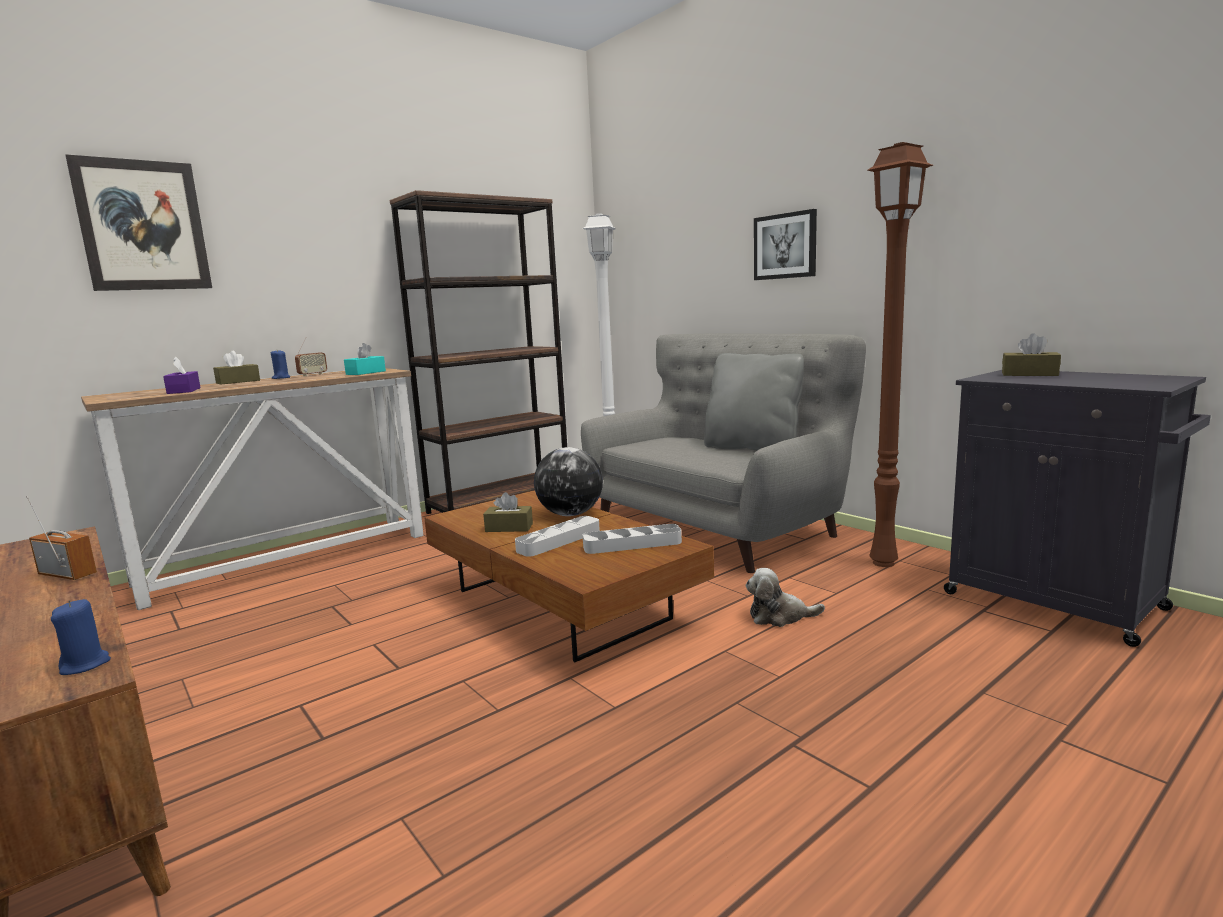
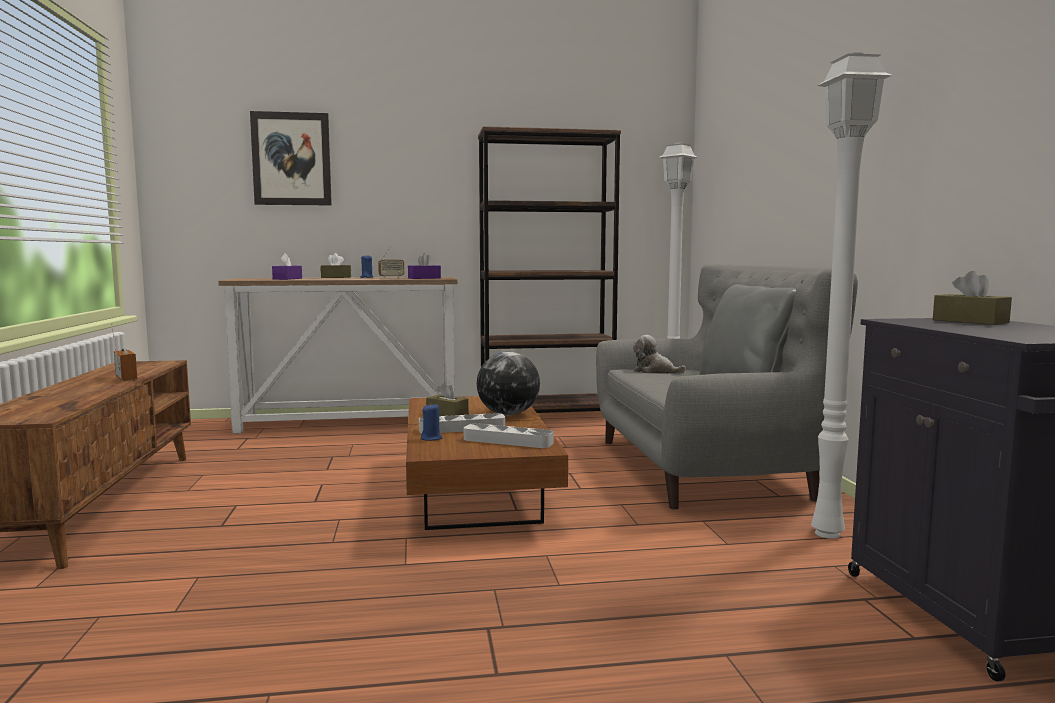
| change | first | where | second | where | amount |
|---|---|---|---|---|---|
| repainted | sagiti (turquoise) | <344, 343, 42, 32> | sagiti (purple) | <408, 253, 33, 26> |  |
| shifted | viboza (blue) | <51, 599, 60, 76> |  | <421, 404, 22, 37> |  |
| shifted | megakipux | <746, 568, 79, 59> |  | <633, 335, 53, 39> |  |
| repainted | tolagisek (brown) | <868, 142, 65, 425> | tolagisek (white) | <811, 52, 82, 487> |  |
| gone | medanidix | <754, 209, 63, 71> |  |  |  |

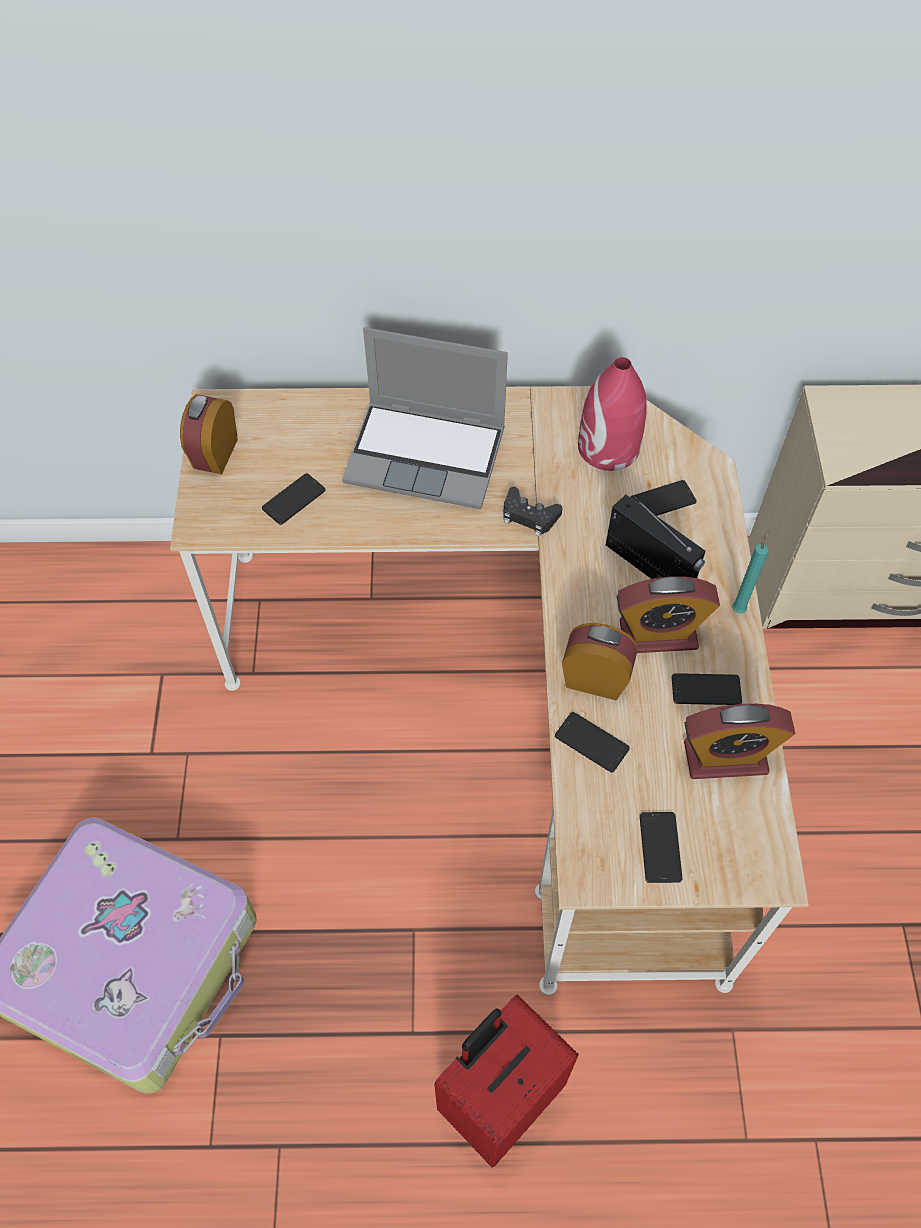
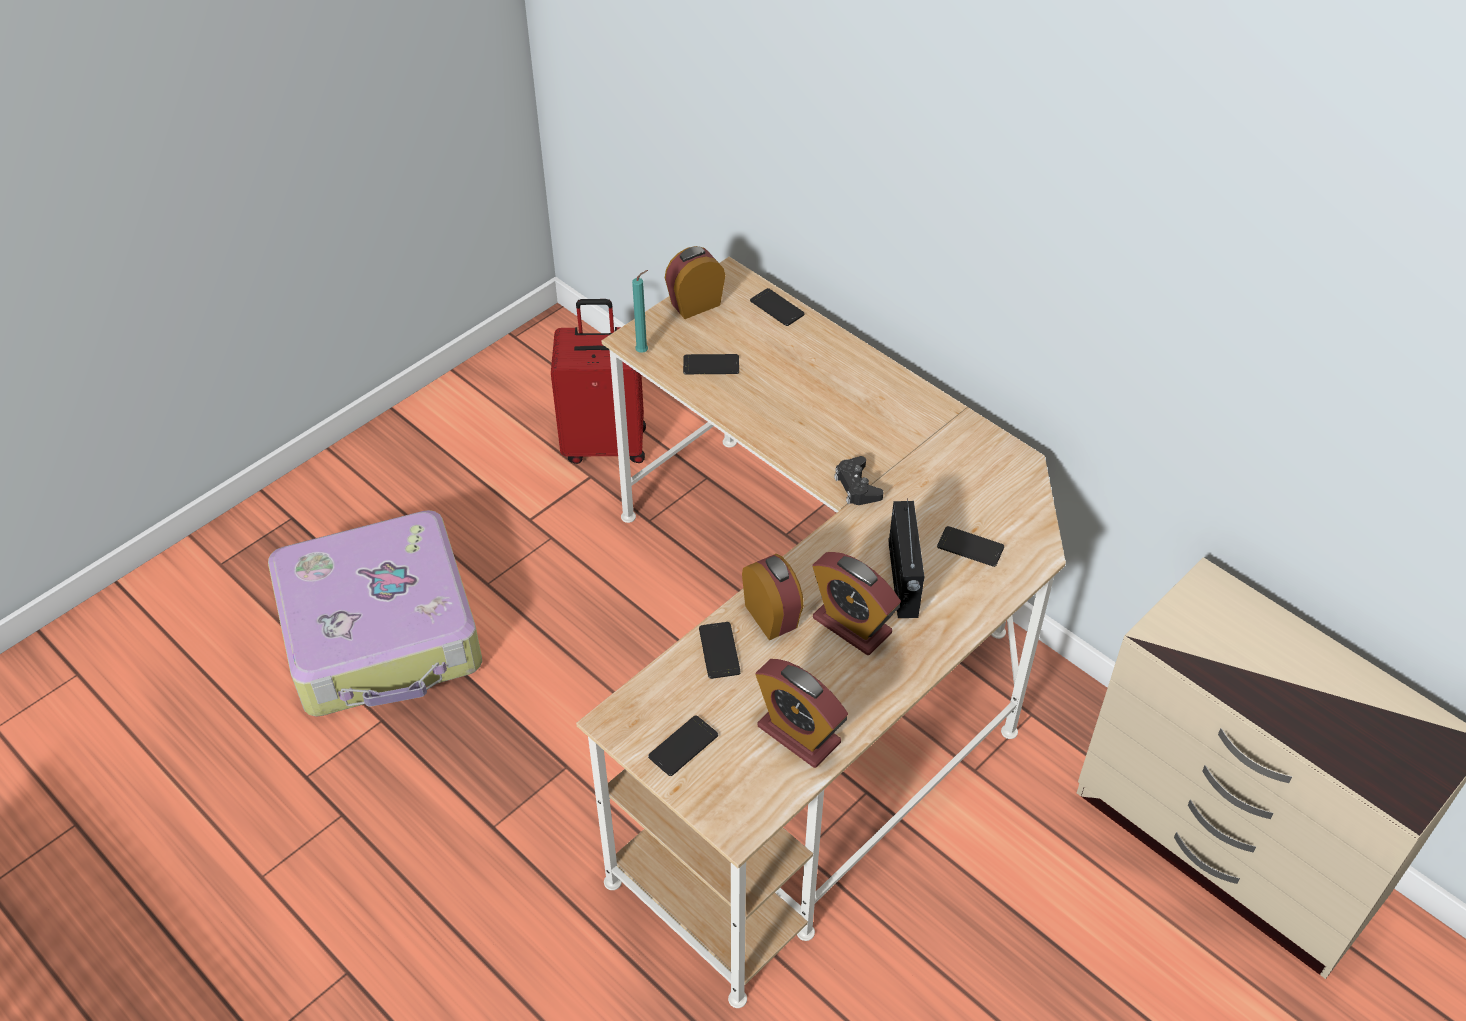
| change | first | where | second | where | amount |
|---|---|---|---|---|---|
| shifted | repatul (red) | <434, 994, 145, 174> |  | <551, 299, 95, 165> |  |
| shifted | viboza (turquoise) | <732, 531, 37, 83> |  | <632, 270, 16, 83> |  |
| shifted | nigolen | <672, 673, 70, 32> |  | <750, 288, 55, 38> |  |
| gone | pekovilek | <342, 327, 166, 182> |  |  |  |
| gone | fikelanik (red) | <578, 357, 69, 114> |  |  |  |

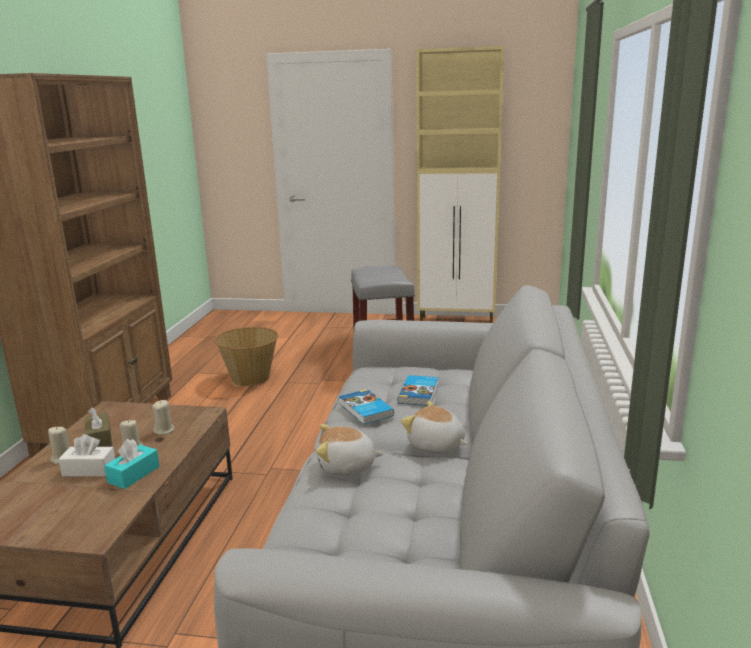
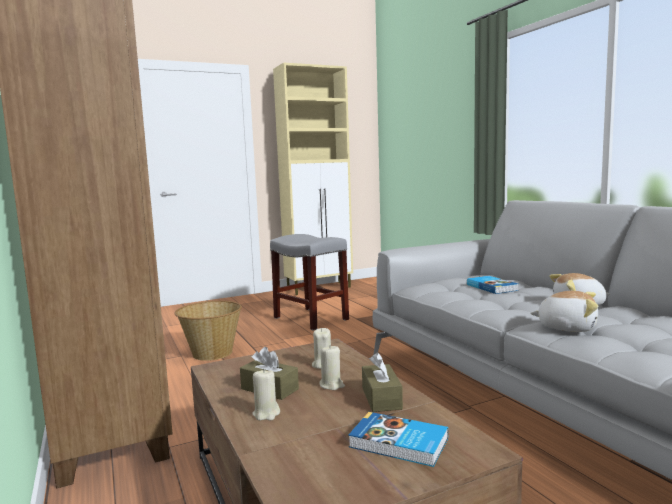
| change | first | where | second | where | amount |
|---|---|---|---|---|---|
| shifted | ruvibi | <339, 389, 55, 36> |  | <348, 412, 100, 55> |  |
| repainted | sagiti (turquoise) | <104, 439, 56, 50> | sagiti (brown) | <362, 352, 41, 60> |  |
| rotated | megakipux | <316, 424, 67, 51> |  | <530, 291, 69, 41> | 120 degrees counterclockwise |
| gone | sagiti (white) | <59, 435, 56, 41> |  |  |  |

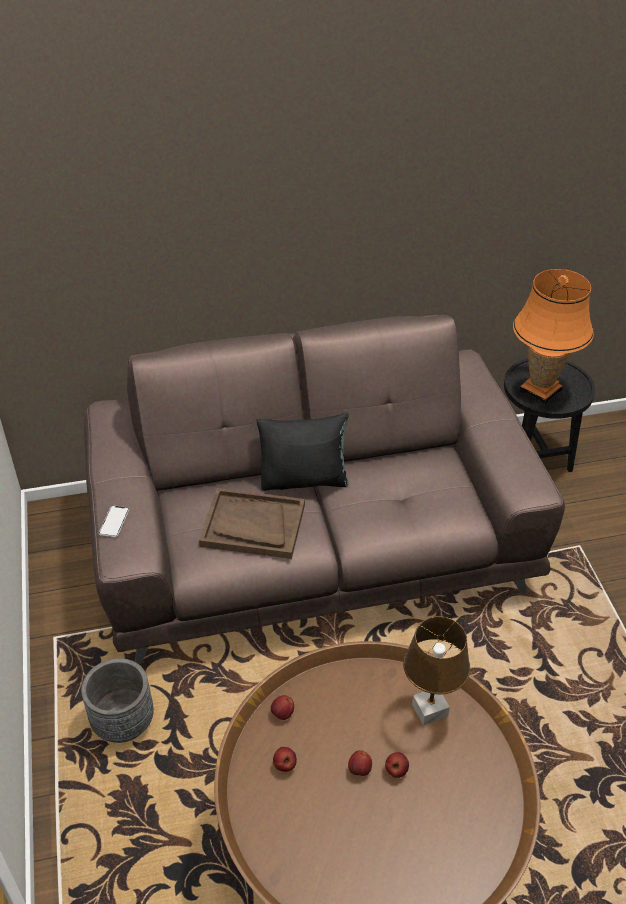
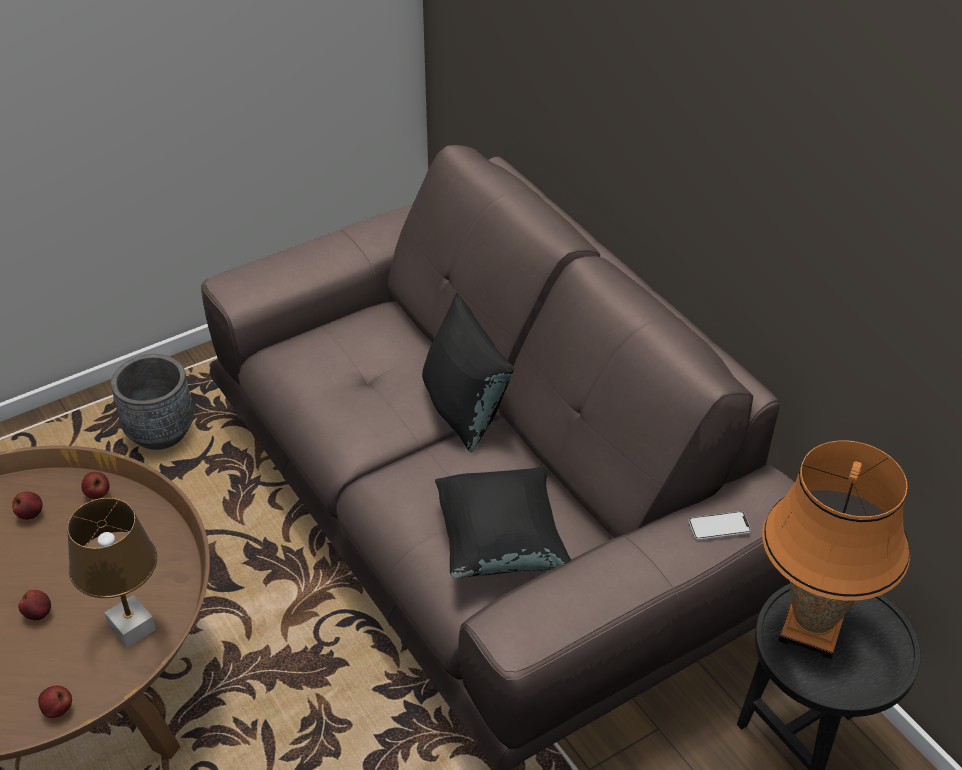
| change | first | where | second | where | amount |
|---|---|---|---|---|---|
| shifted | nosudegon | <348, 750, 24, 26> |  | <38, 686, 34, 32> |  |
| new |  |  | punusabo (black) | <435, 467, 136, 111> |  |
| shifted | nigolen | <99, 505, 30, 32> |  | <688, 511, 63, 29> |  |
| gone | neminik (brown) | <199, 488, 106, 71> |  |  |  |

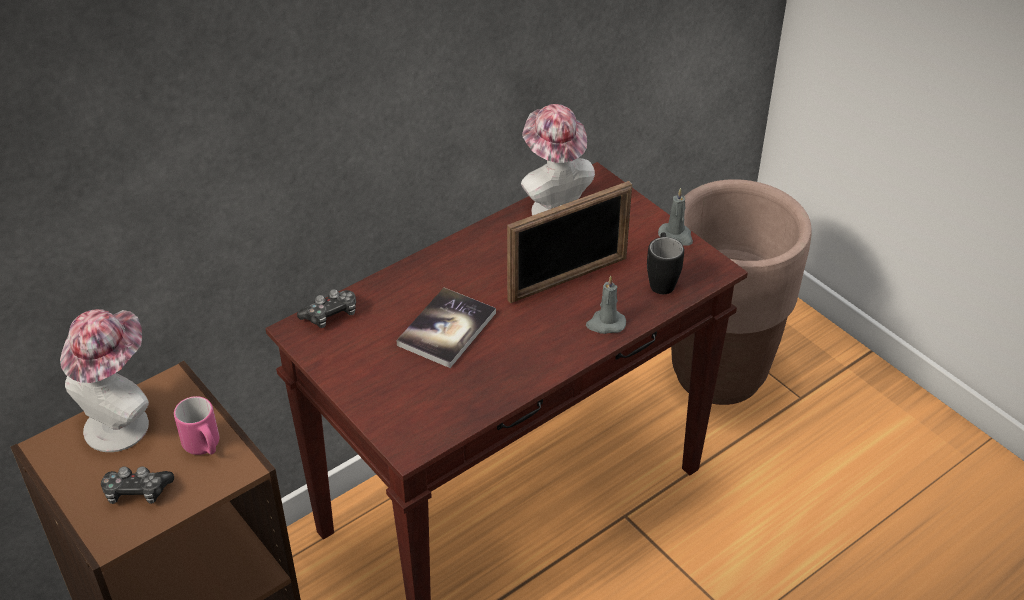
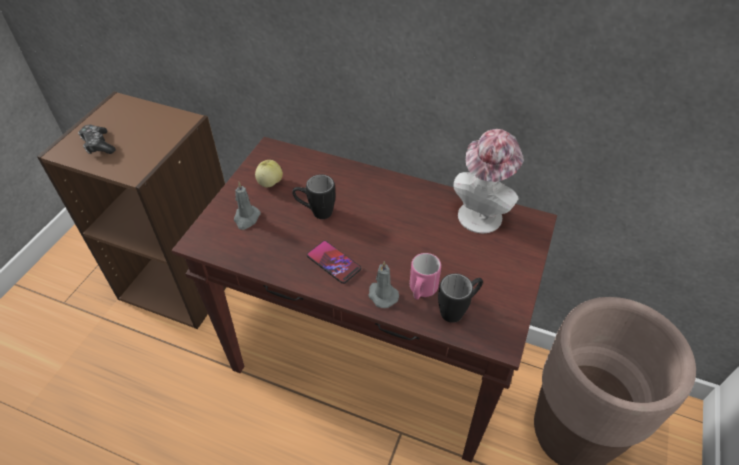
| change | first | where | second | where | amount |
|---|---|---|---|---|---|
| shifted | viboza (grey) | <658, 188, 35, 58> |  | <234, 182, 27, 48> |  |
| new |  |  | nosudegon | <255, 160, 28, 27> |  |
| swapped | ruvibi | <396, 288, 100, 80> | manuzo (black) | <292, 175, 43, 44> |  |
| new |  |  | nigolen | <307, 241, 54, 43> |  |
| shifted | manuzo (pink) | <174, 396, 45, 59> |  | <410, 253, 31, 46> |  |
| gone | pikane | <60, 309, 89, 143> |  |  |  |
| gone | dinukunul | <297, 289, 59, 39> |  |  |  |
| gone | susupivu | <507, 181, 125, 122> |  |  |  |

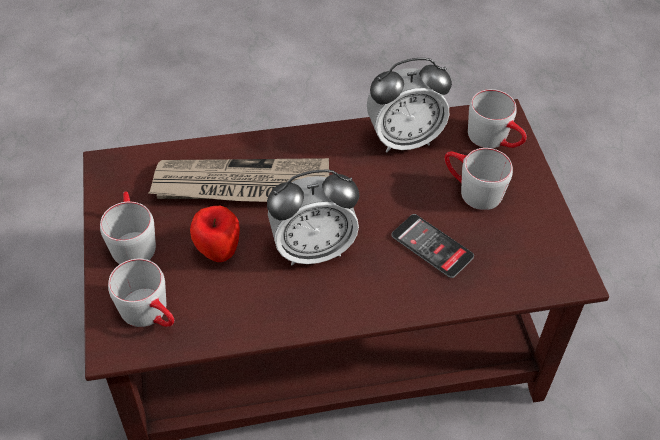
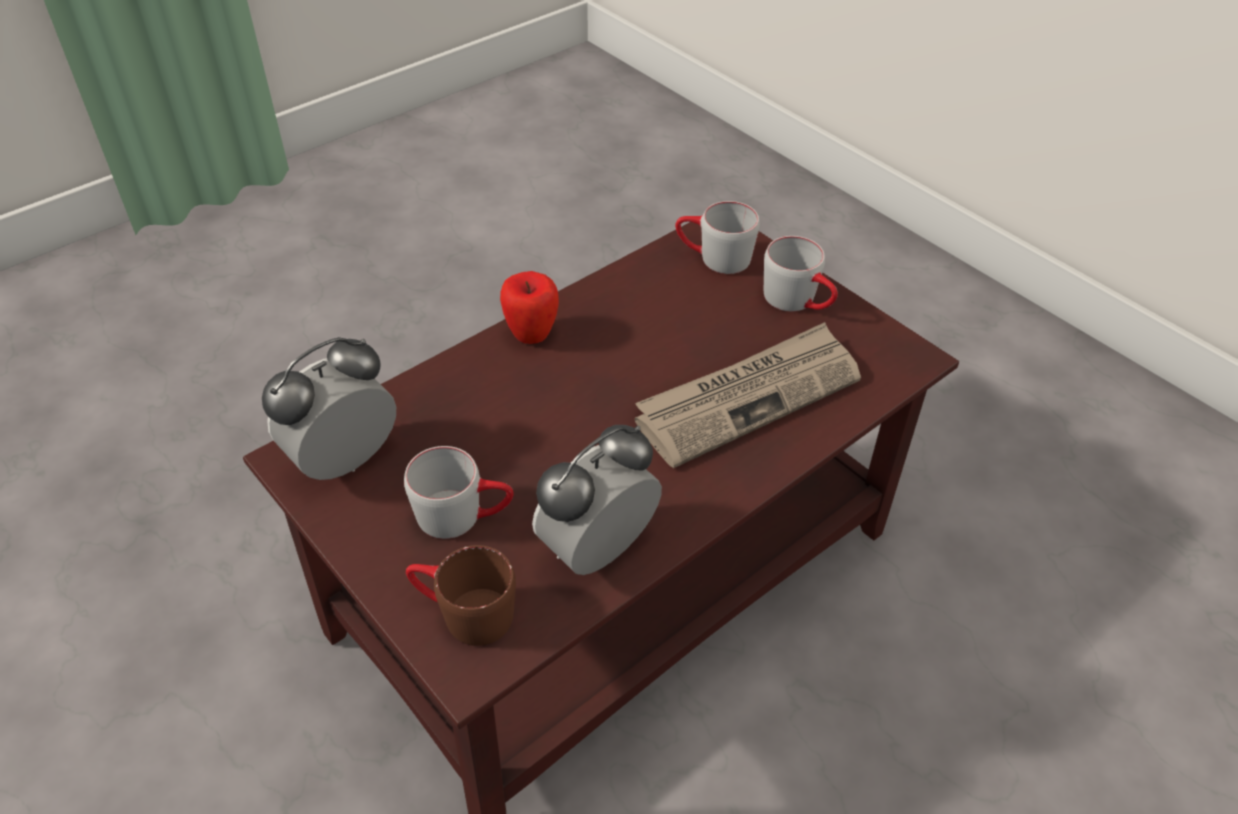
| change | first | where | second | where | amount |
|---|---|---|---|---|---|
| shifted | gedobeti | <267, 170, 92, 96> |  | <262, 337, 134, 143> |  |
| repainted | manuzo (grey) | <468, 89, 59, 59> | manuzo (brown) | <406, 545, 110, 101> |  |
| shifted | nosudegon | <190, 206, 50, 56> |  | <500, 271, 59, 73> |  |
| gone | nigolen | <391, 214, 83, 64> |  |  |  |

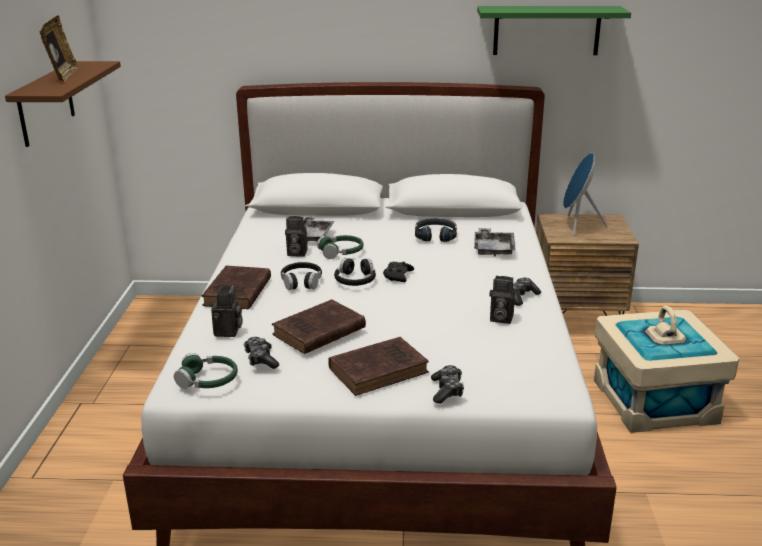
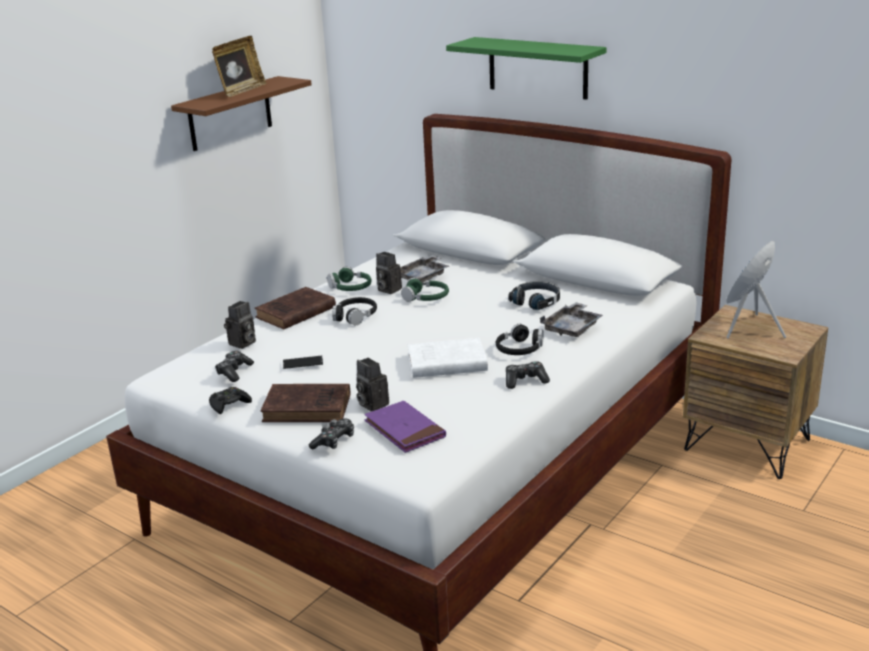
| change | first | where | second | where | amount |
|---|---|---|---|---|---|
| shifted | dinukunul (black) | <383, 262, 31, 20> |  | <209, 387, 43, 27> |  |
| swapped | ruvibi (brown) | <272, 299, 94, 55> | nigolen | <283, 356, 40, 13> |  |
| shifted | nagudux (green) | <174, 353, 64, 36> |  | <327, 267, 45, 24> |  |
| shifted | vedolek | <489, 276, 26, 48> |  | <356, 358, 33, 54> |  |
| new |  |  | ruvibi (purple) | <365, 401, 81, 52> |  |
| new |  |  | ruvibi (white) | <408, 338, 80, 40> |  |
| shifted | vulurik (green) | <477, 6, 154, 49> |  | <446, 37, 160, 63> |  |
| shifted | nagudux (black) | <334, 258, 42, 28> |  | <496, 324, 48, 31> |  |
| gone | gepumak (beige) | <594, 305, 145, 128> |  |  |  |

